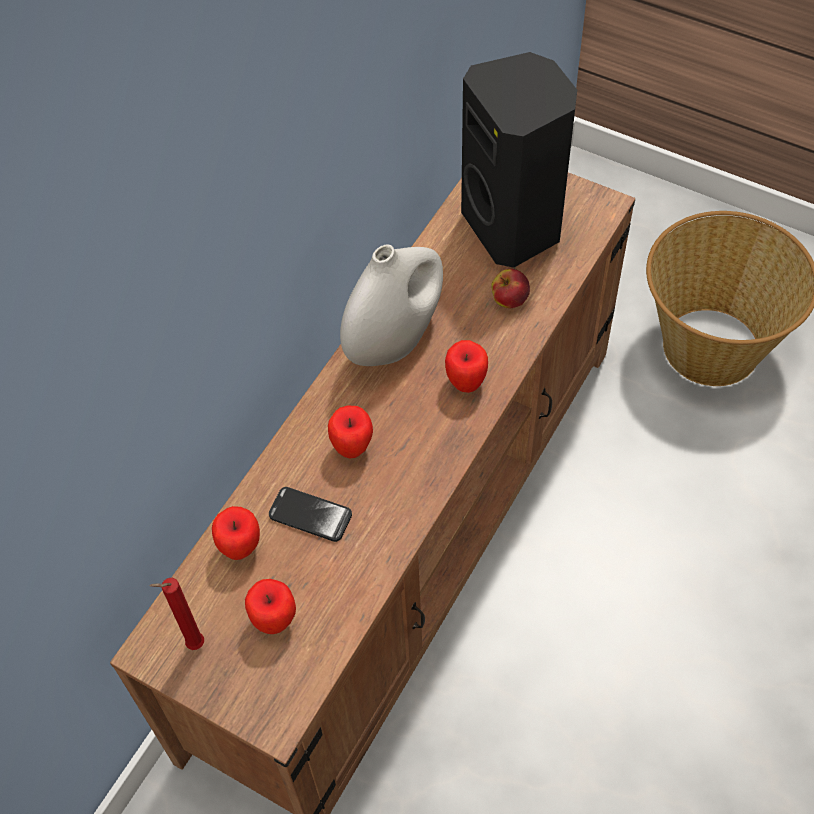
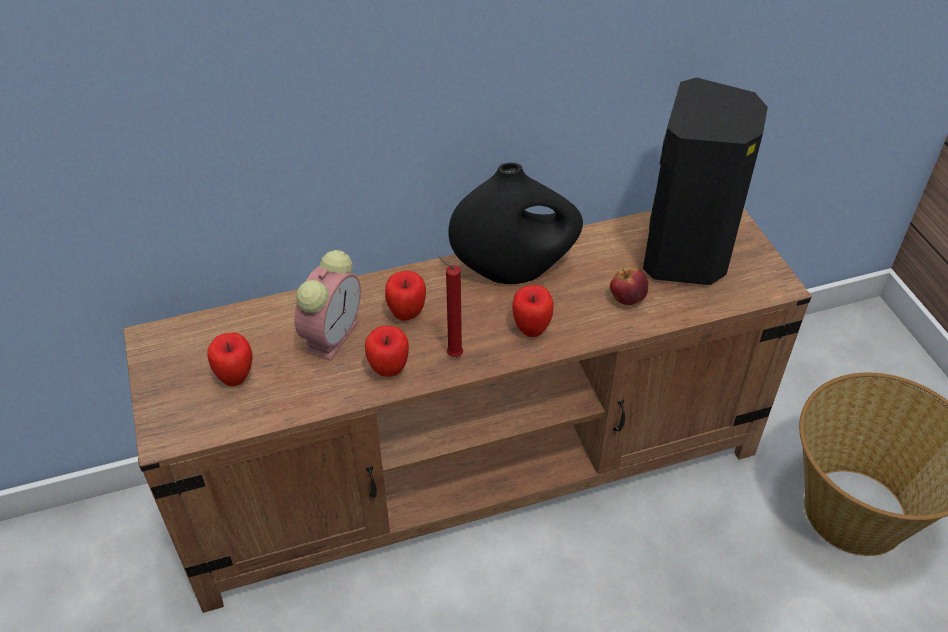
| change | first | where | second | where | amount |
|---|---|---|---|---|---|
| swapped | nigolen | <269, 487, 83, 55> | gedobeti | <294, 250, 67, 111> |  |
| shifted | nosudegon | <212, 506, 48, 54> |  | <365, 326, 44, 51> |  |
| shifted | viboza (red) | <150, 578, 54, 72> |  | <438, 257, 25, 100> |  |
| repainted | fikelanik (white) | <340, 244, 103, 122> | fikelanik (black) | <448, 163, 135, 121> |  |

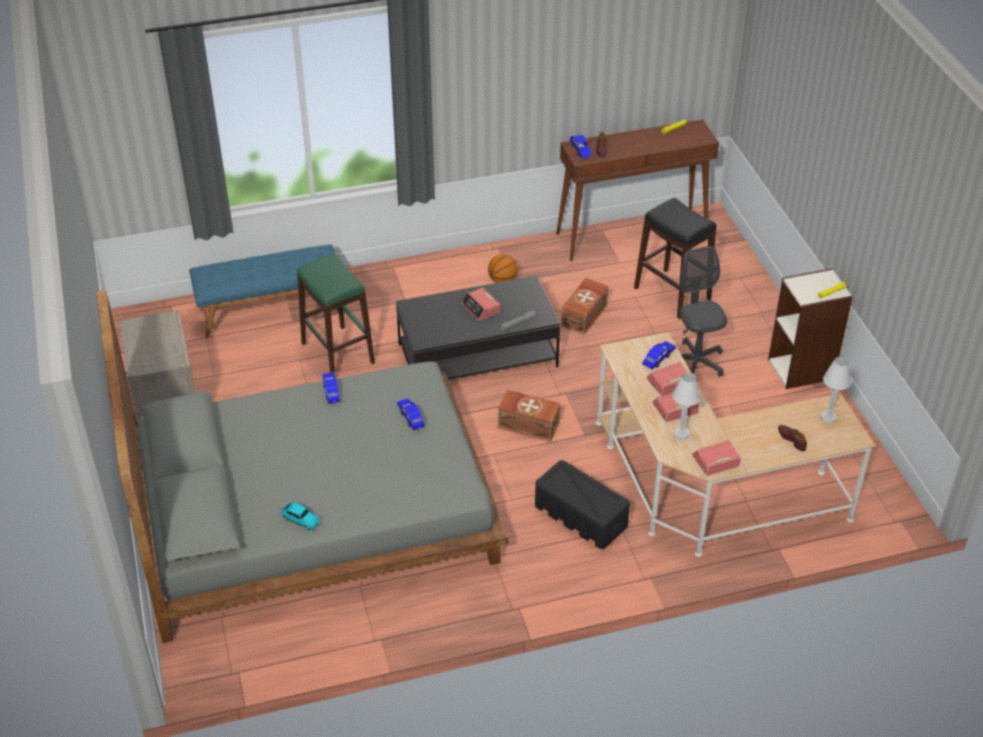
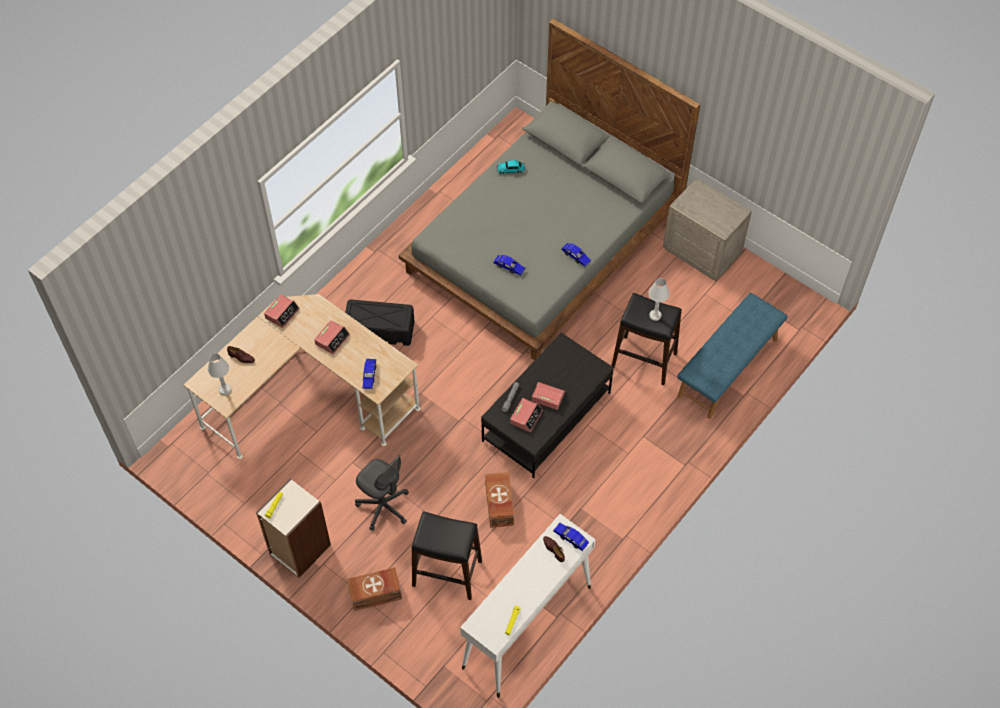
| change | first | where | second | where | amount |
|---|---|---|---|---|---|
| shifted | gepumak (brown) | <498, 390, 63, 52> |  | <347, 567, 55, 44> |  |
| repainted | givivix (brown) | <556, 119, 163, 142> | givivix (white) | <460, 514, 136, 184> |  |
| shifted | gedobeti | <646, 362, 43, 34> |  | <510, 398, 33, 34> |  |
| repainted | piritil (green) | <297, 254, 78, 120> | piritil (black) | <611, 293, 71, 92> |  |
| shifted | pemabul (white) | <672, 373, 28, 67> |  | <648, 278, 22, 43> |  |
| gone | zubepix | <488, 254, 30, 29> |  |  |  |

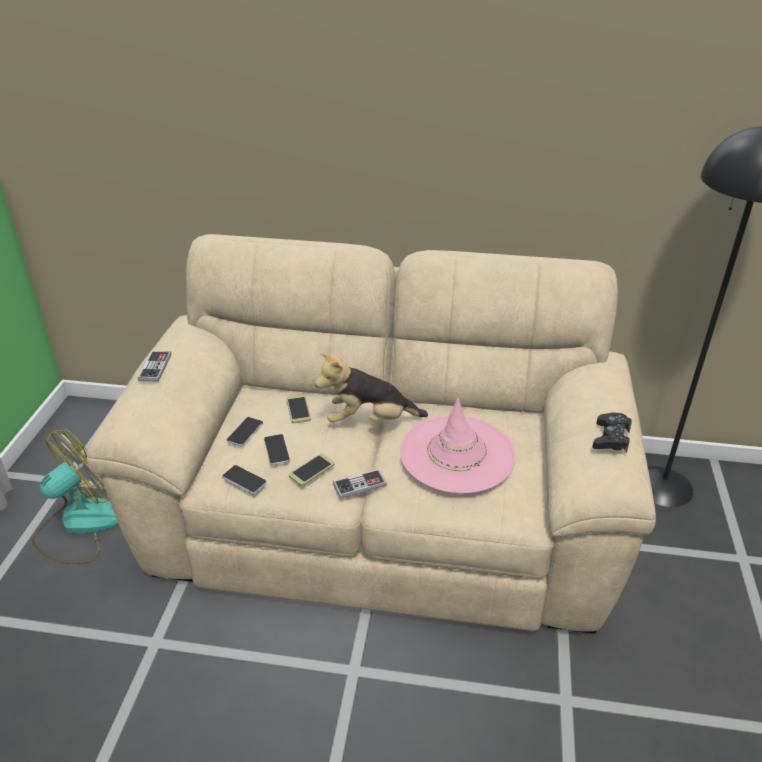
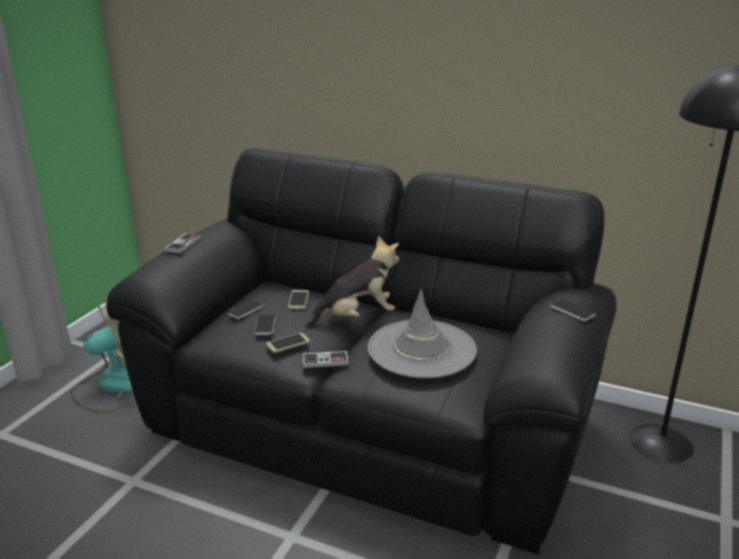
| change | first | where | second | where | amount |
|---|---|---|---|---|---|
| repainted | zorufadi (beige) | <87, 234, 569, 400> | zorufadi (black) | <106, 148, 511, 406> |  |
| rotated | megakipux | <315, 353, 113, 69> |  | <305, 236, 94, 92> | 150 degrees clockwise |
| repainted | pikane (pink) | <400, 398, 116, 96> | pikane (grey) | <368, 290, 109, 89> |  |
| shifted | nigolen | <222, 465, 45, 29> |  | <550, 299, 45, 22> |  |
| gone | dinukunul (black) | <592, 412, 40, 41> |  |  |  |

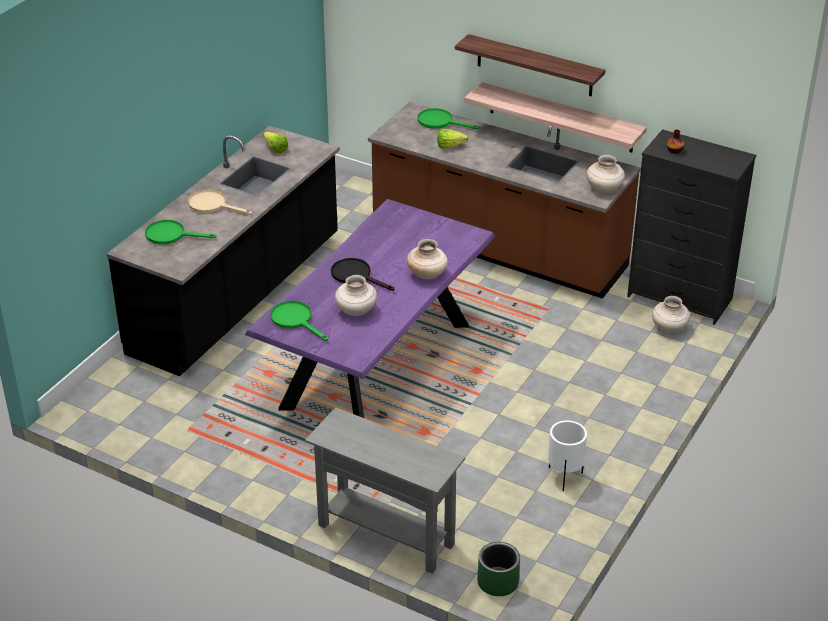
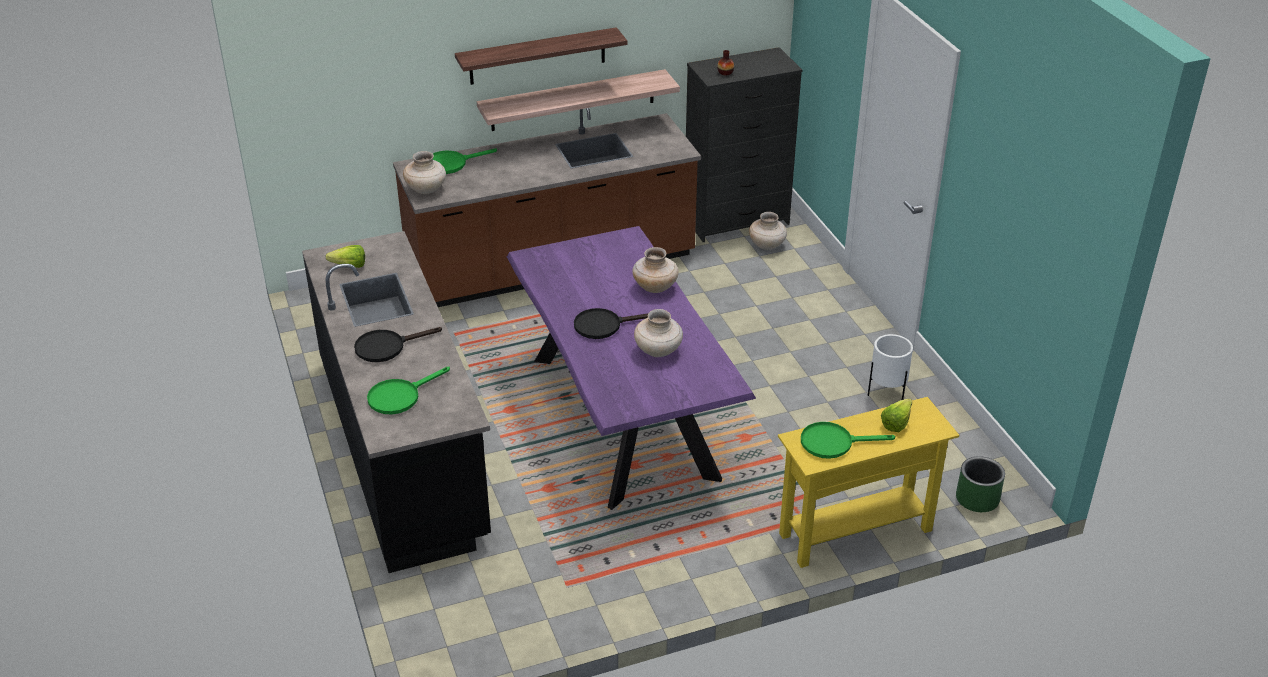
| change | first | where | second | where | amount |
|---|---|---|---|---|---|
| repainted | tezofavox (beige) | <188, 190, 64, 25> | tezofavox (black) | <354, 327, 88, 35> |  |
| shifted | fikelanik (beige) | <586, 155, 39, 38> |  | <403, 151, 43, 43> |  |
| repainted | givivix (grey) | <305, 407, 160, 167> | givivix (yellow) | <778, 397, 181, 171> |  |
| shifted | tezofavox (green) | <270, 301, 58, 40> |  | <801, 422, 94, 37> |  |
| shifted | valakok | <437, 129, 31, 20> |  | <881, 399, 31, 33> |  |

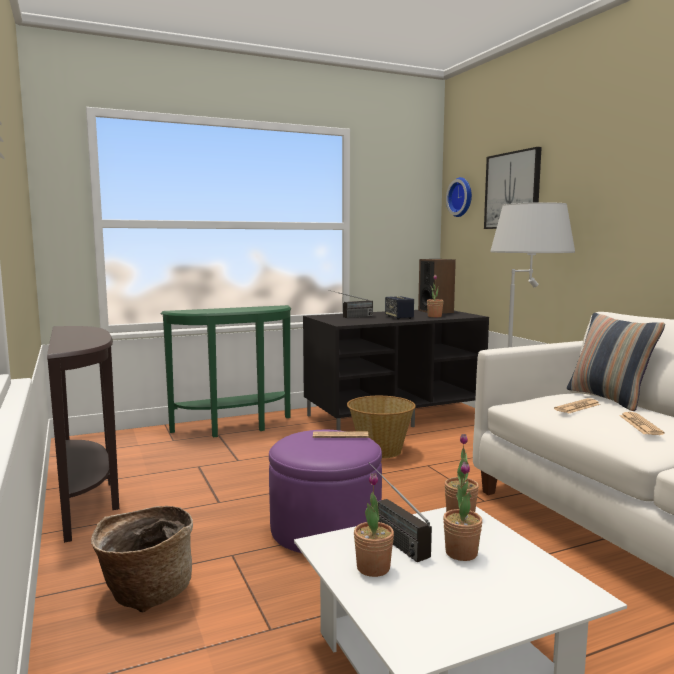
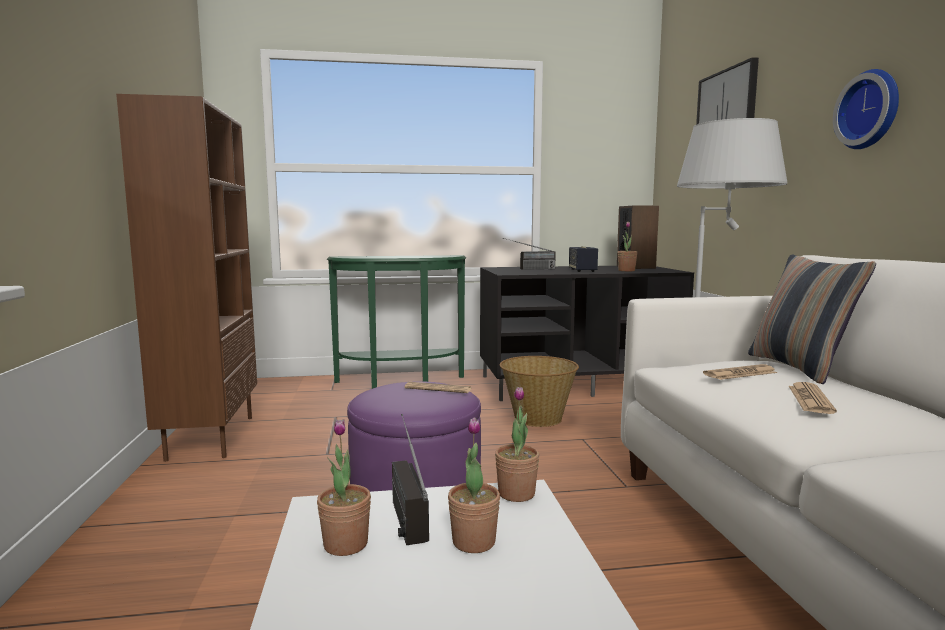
| change | first | where | second | where | amount |
|---|---|---|---|---|---|
| swapped | givivix (brown) | <47, 326, 72, 217> | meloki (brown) | <116, 94, 141, 368> |  |
| shifted | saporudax | <446, 177, 26, 40> |  | <833, 69, 66, 80> |  |
| gone | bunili | <91, 506, 102, 106> |  |  |  |

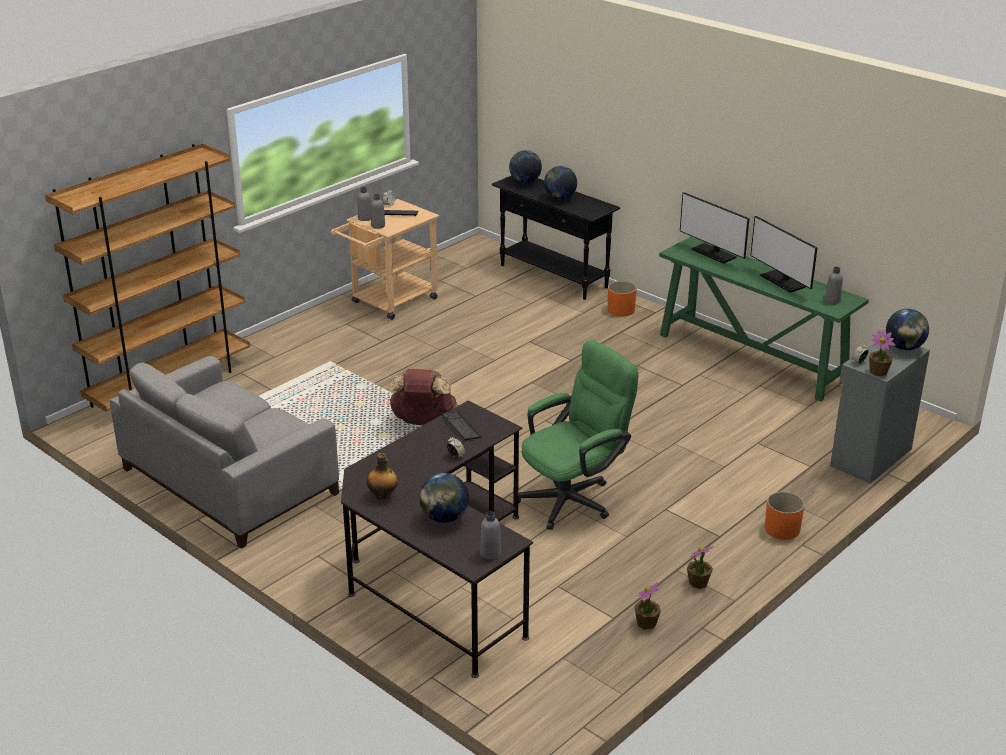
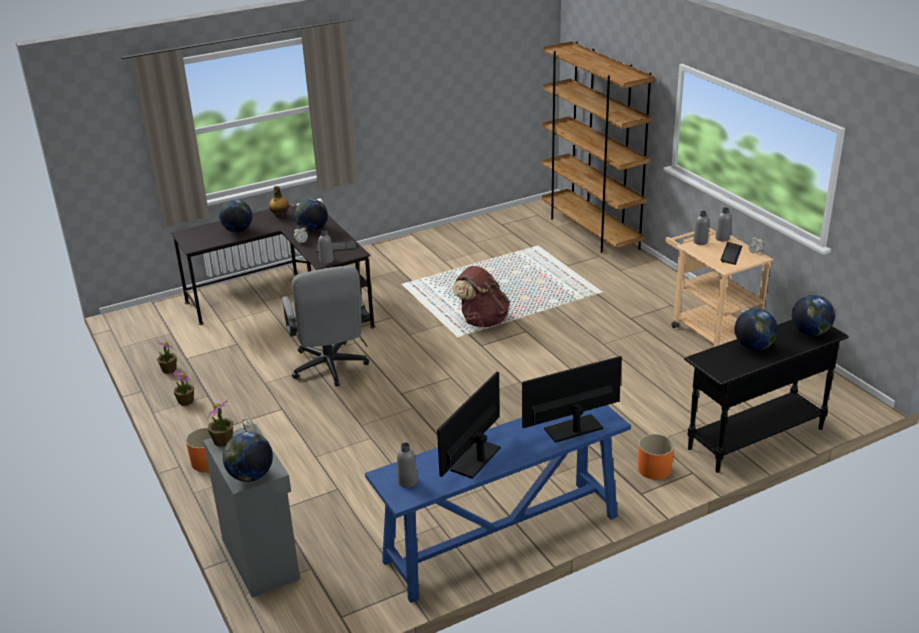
| change | first | where | second | where | amount |
|---|---|---|---|---|---|
| repainted | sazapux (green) | <518, 340, 120, 190> | sazapux (grey) | <282, 266, 87, 121> |  |
| new |  |  | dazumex | <295, 199, 33, 33> |  |
| shifted | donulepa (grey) | <480, 511, 21, 48> |  | <318, 230, 16, 34> |  |
| repainted | givivix (green) | <659, 237, 210, 164> | givivix (blue) | <365, 405, 266, 198> |  |
| rotated | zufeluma | <750, 216, 67, 77> |  | <437, 371, 64, 108> | 45 degrees counterclockwise |
| gone | zorufadi (grey) | <109, 356, 230, 193> |  |  |  |

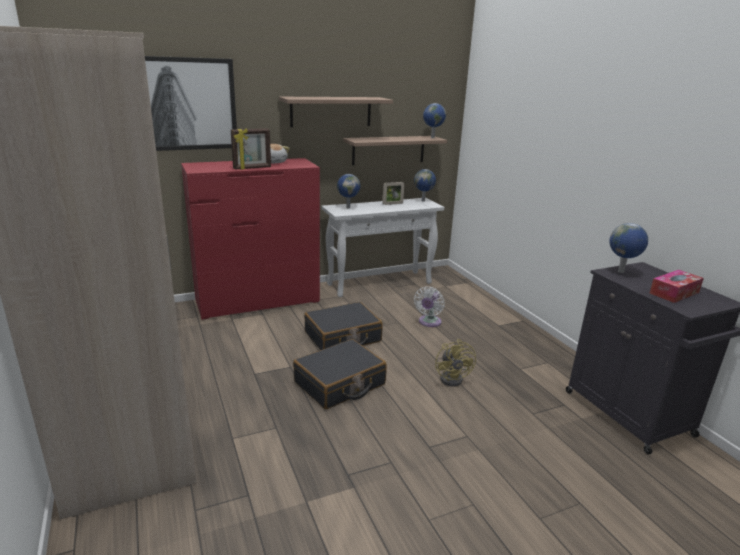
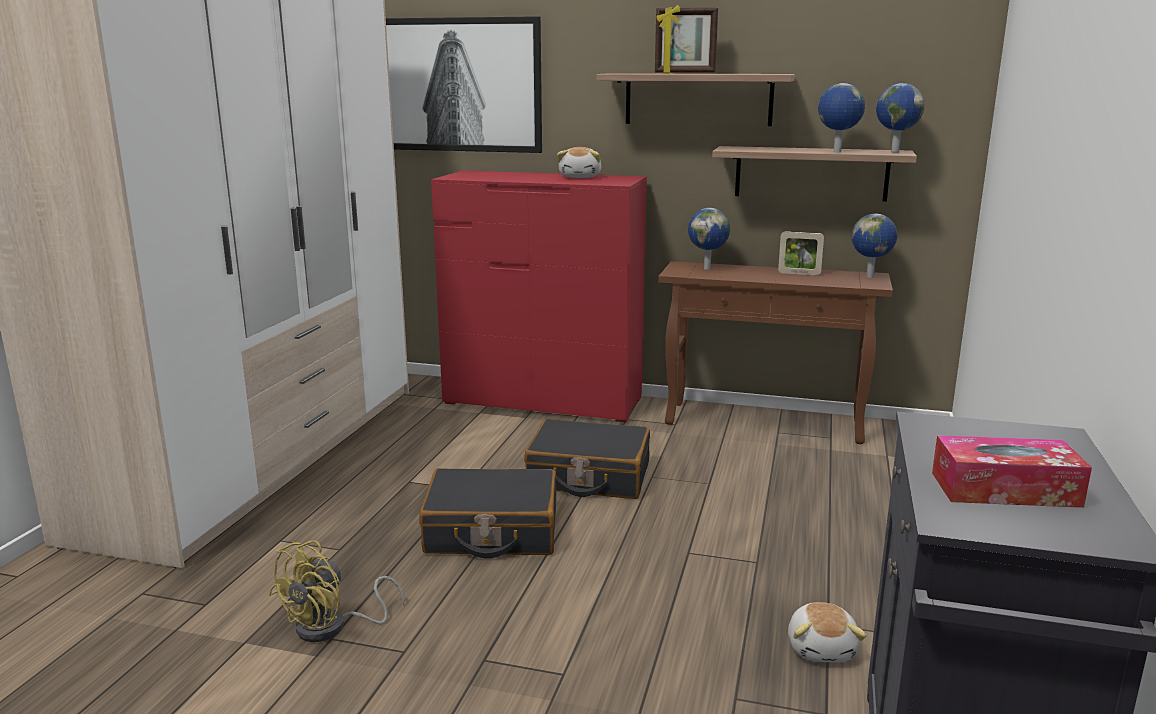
| change | first | where | second | where | amount |
|---|---|---|---|---|---|
| shifted | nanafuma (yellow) | <435, 339, 41, 48> |  | <269, 540, 136, 102> |  |
| shifted | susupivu | <231, 129, 40, 41> |  | <655, 5, 63, 69> |  |
| repainted | givivix (white) | <321, 198, 123, 99> | givivix (brown) | <658, 261, 235, 183> |  |
| new |  |  | megakipux | <788, 602, 79, 60> |  |
| shifted | dazumex | <609, 223, 39, 50> |  | <818, 83, 47, 69> |  |
| gone | nanafuma (white) | <414, 287, 31, 40> |  |  |  |

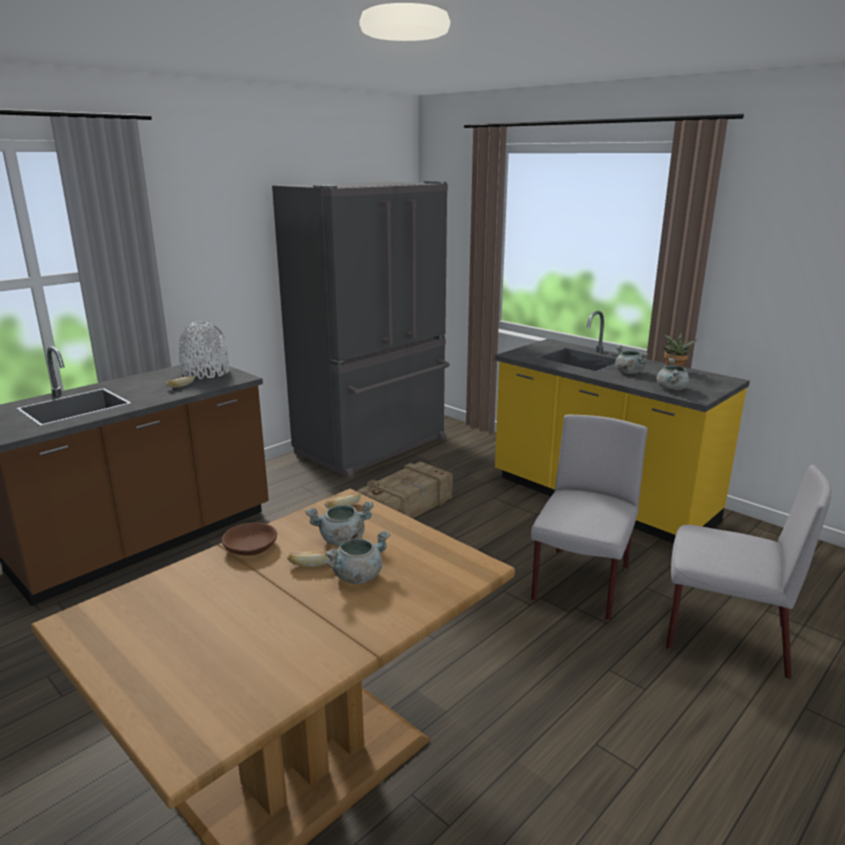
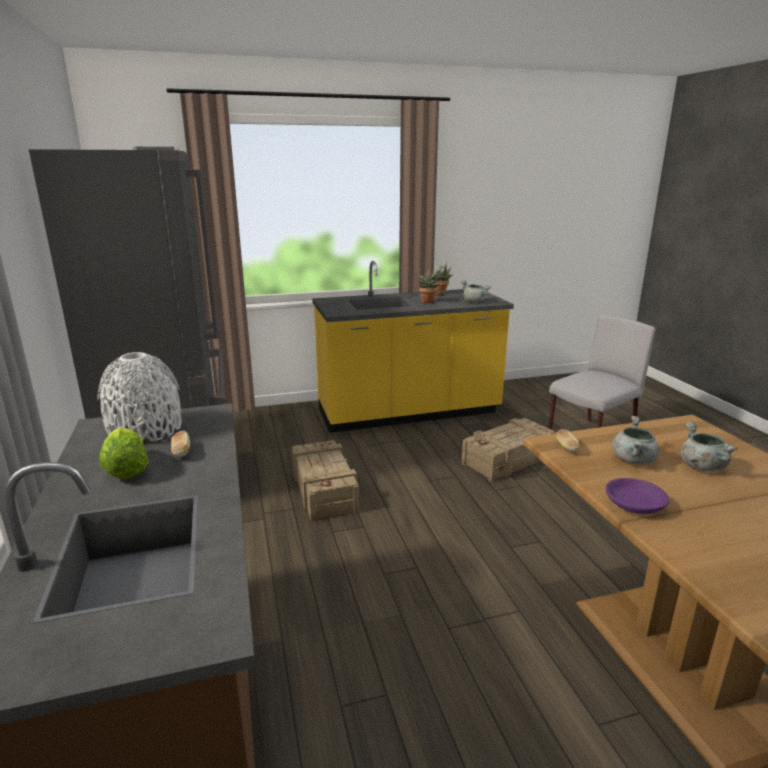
| change | first | where | second | where | amount |
|---|---|---|---|---|---|
| new |  |  | valakok | <99, 427, 50, 52> |  |
| swapped | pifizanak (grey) | <615, 345, 34, 29> | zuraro | <415, 266, 29, 37> |  |
| swapped | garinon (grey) | <531, 415, 117, 206> | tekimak | <462, 418, 94, 64> |  |
| repainted | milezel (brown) | <222, 523, 55, 33> | milezel (purple) | <606, 478, 64, 36> |  |
| gone | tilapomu | <287, 551, 43, 16> |  |  |  |

